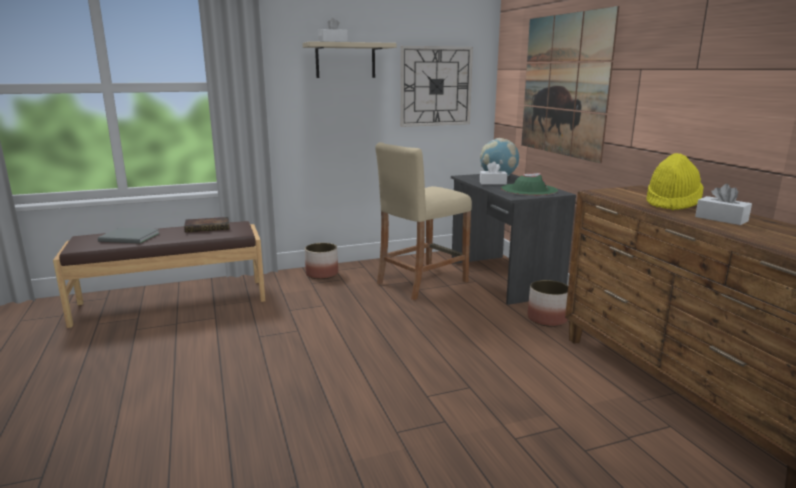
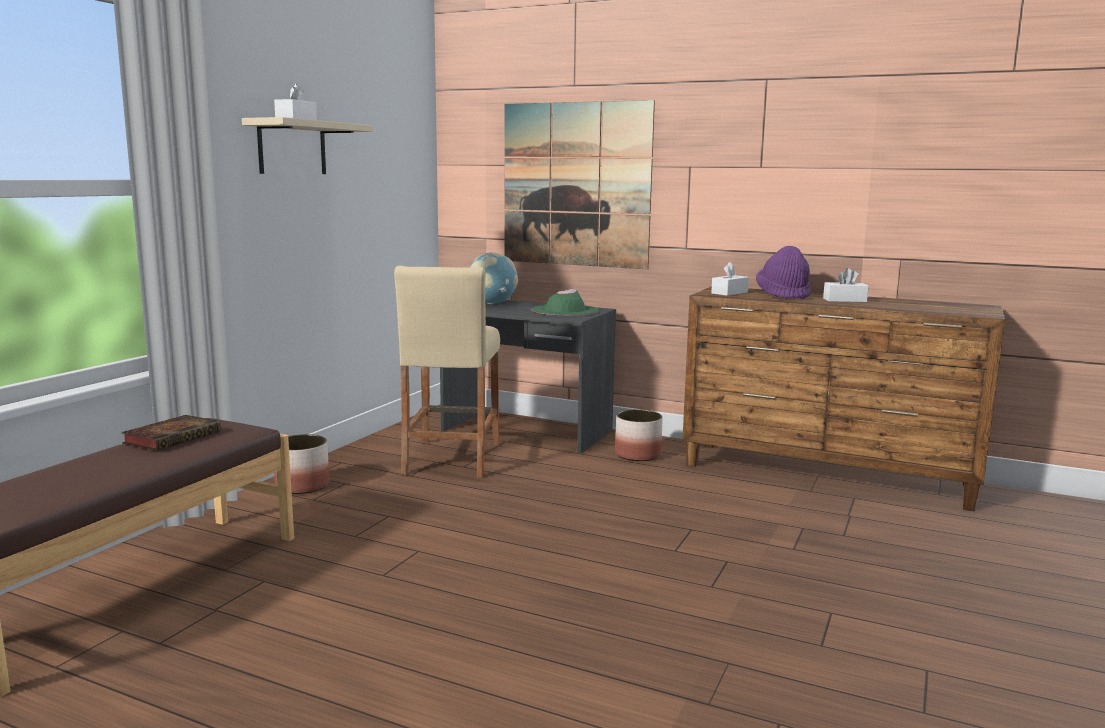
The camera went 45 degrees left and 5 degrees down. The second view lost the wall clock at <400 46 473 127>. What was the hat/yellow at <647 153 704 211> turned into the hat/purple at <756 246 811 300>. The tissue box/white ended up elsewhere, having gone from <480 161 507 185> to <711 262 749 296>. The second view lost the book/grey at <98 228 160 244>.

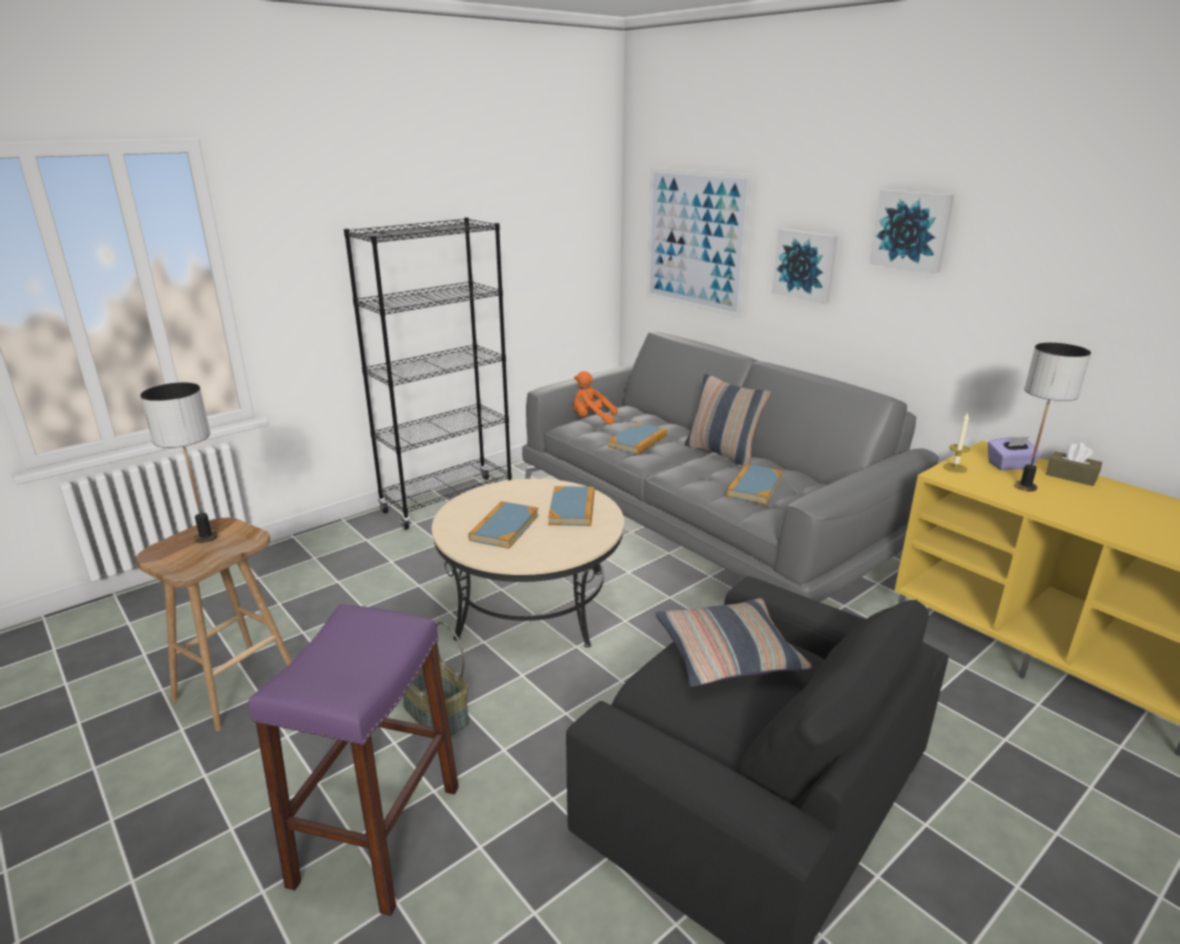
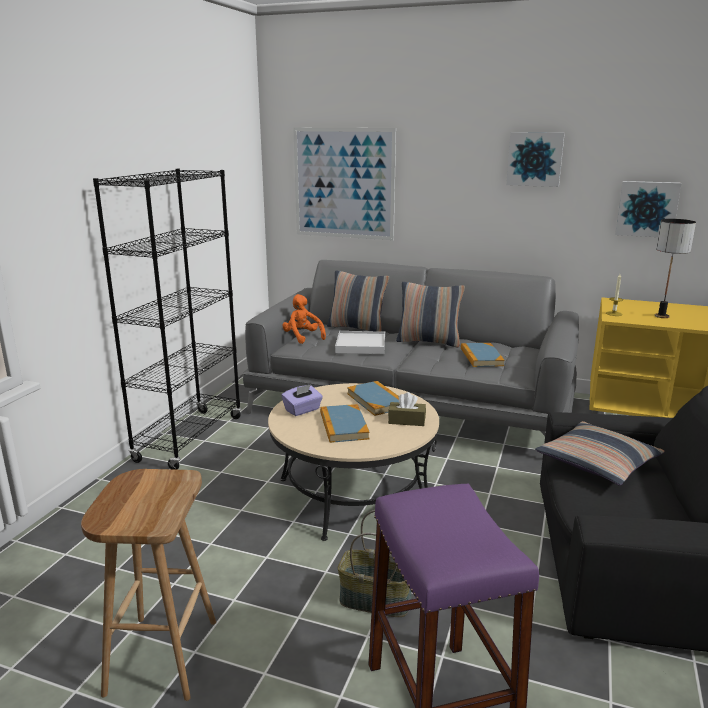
The camera went 30 degrees left and 5 degrees down. The picture ended up elsewhere, having gone from <772 229 838 304> to <615 181 682 237>. The plush toy/orange at <573 371 618 425> ended up facing another way, 75 degrees clockwise from before. The second view lost the table lamp at <140 383 218 543>. Where the book stood at <608 423 667 455>, the tray/white came to stand at <335 331 385 354>. The tissue box/purple ended up elsewhere, having gone from <988 437 1041 470> to <281 384 323 416>. The tissue box/brown ended up elsewhere, having gone from <1046 443 1102 486> to <388 392 426 426>. The second view gained the pillow at <327 270 389 332>.

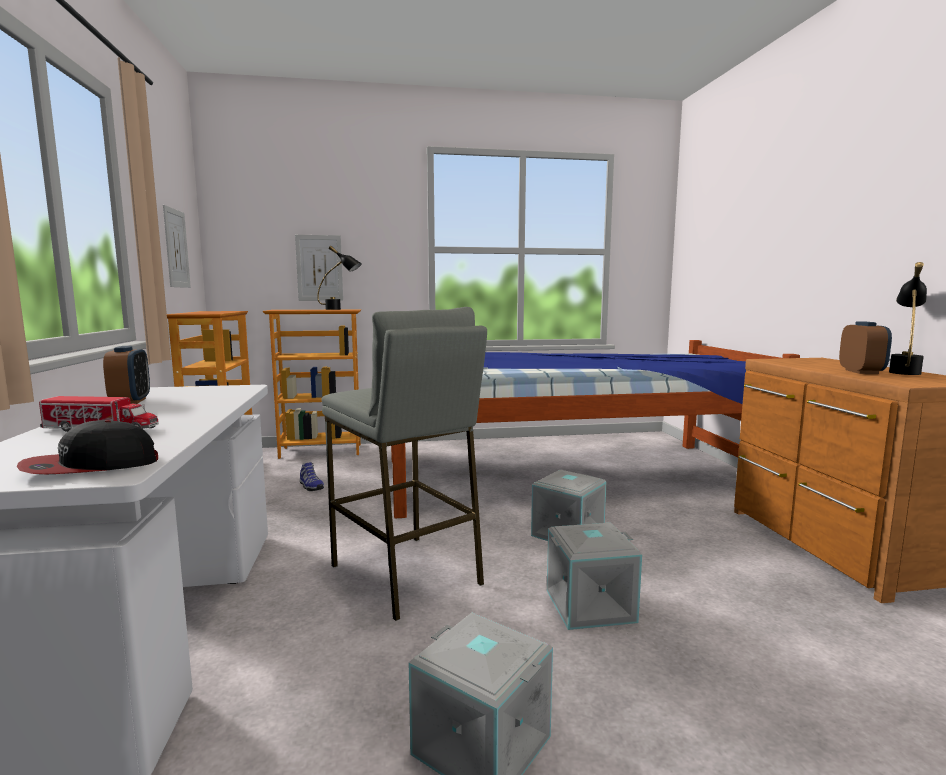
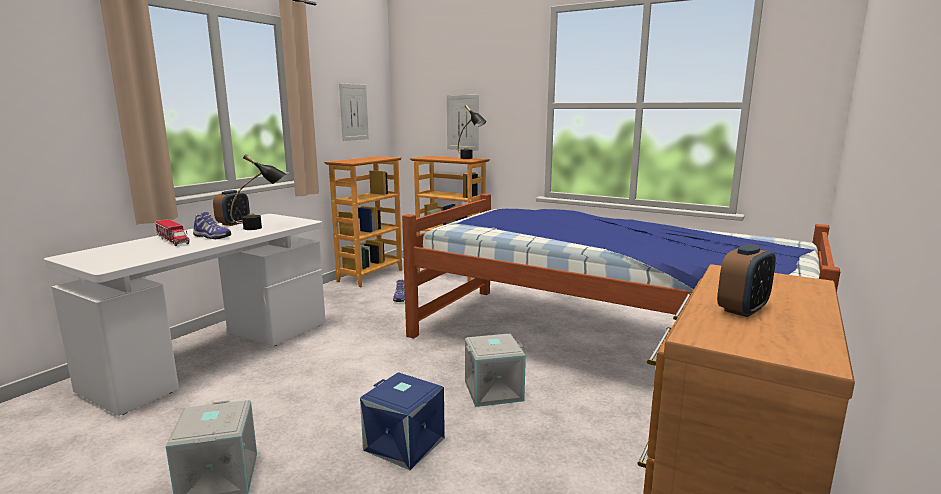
The camera went 40 degrees right and 5 degrees up. The table lamp/black ended up elsewhere, having gone from <889 262 927 375> to <231 154 286 230>. The second view lost the stool/grey at <321 307 487 621>. The second view lost the cap at <17 420 158 474>. What was the storage box/grey at <547 523 642 630> turned into the storage box/blue at <360 372 445 470>. The second view gained the shoe at <193 212 231 239>.

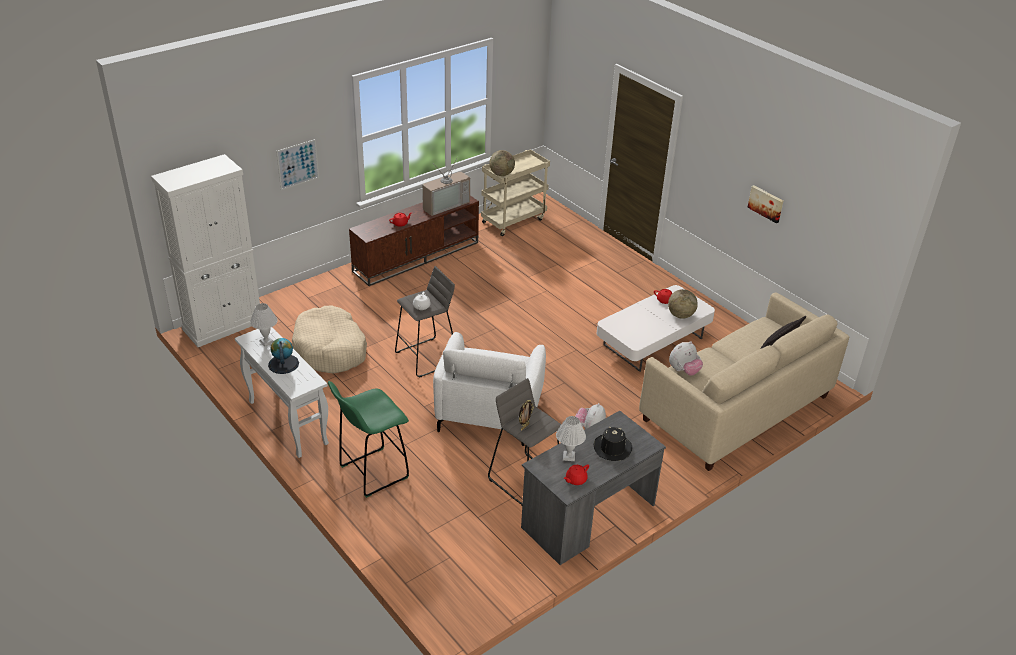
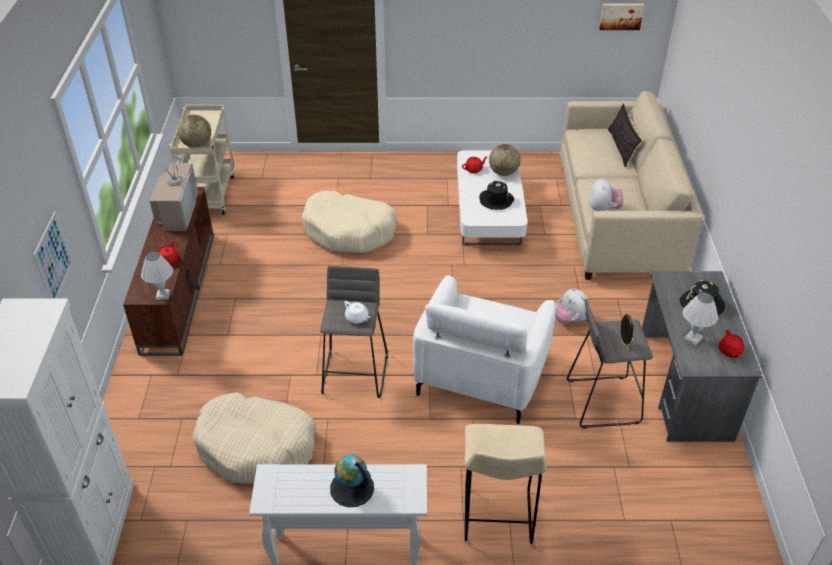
The camera went 50 degrees left and 5 degrees up. The picture ended up elsewhere, having gone from <747 185 784 224> to <599 4 644 30>. The table lamp/white ended up elsewhere, having gone from <250 303 278 346> to <141 252 173 300>. The armchair/white at <433 332 546 446> ended up facing another way, 60 degrees clockwise from before. What was the stool/green at <328 381 409 498> turned into the stool/beige at <464 424 547 545>. The second view gained the hat/black at <479 180 514 210>. The second view gained the dog bed/beige at <302 191 397 253>.

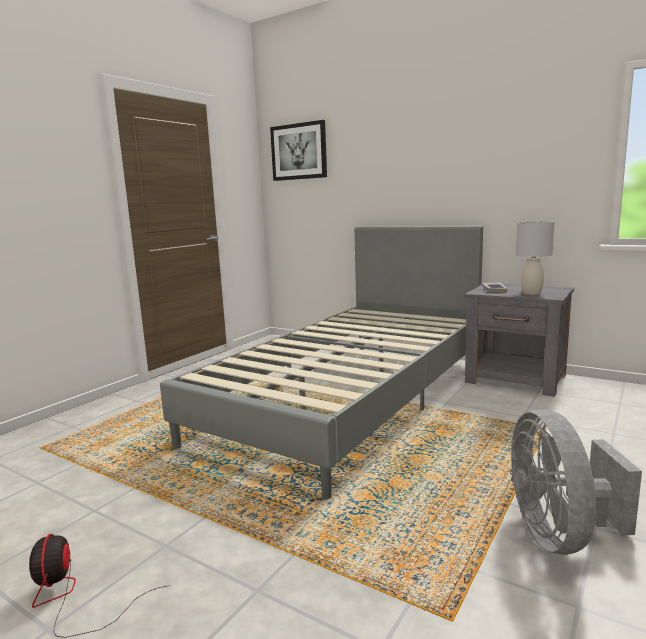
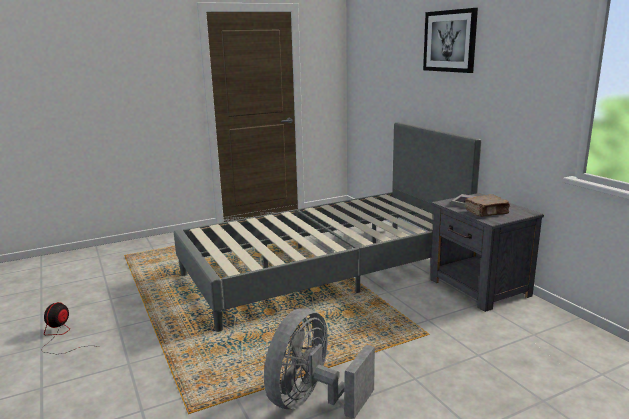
The camera went 30 degrees right and 5 degrees up. The picture ended up elsewhere, having gone from <270 120 327 181> to <423 8 478 73>. Where the table lamp/grey stood at <516 221 554 295>, the book/brown came to stand at <465 194 510 217>.

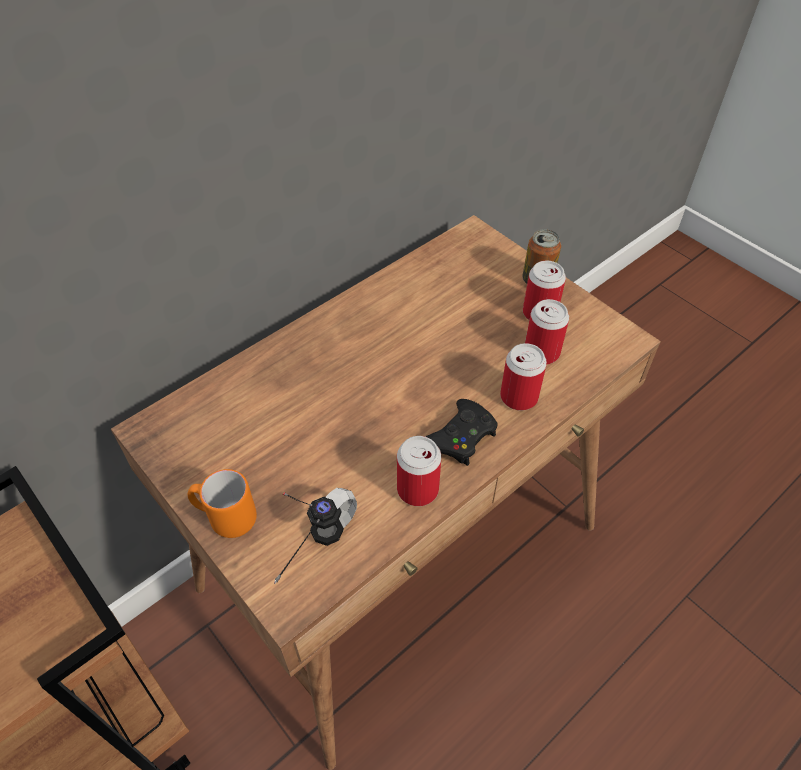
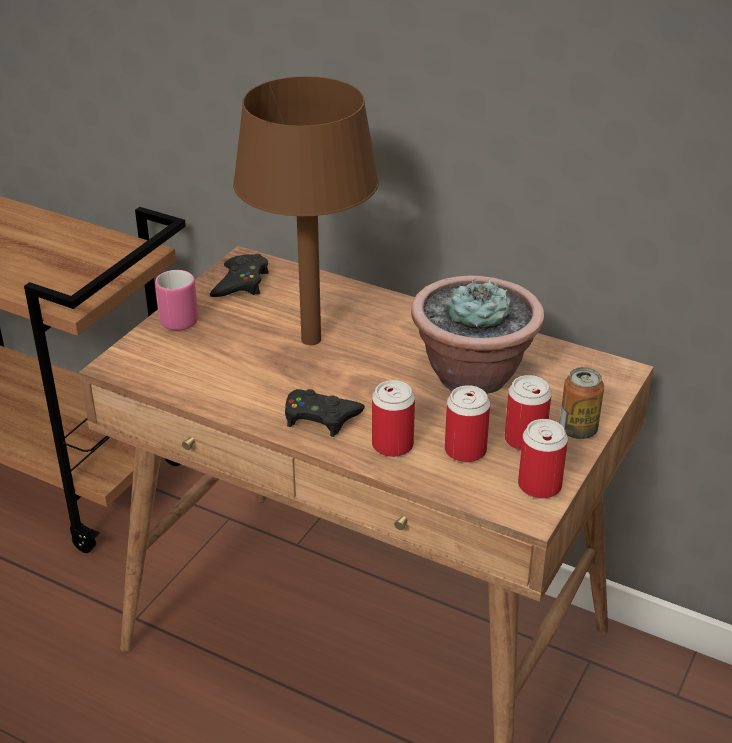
The camera went 70 degrees right and 15 degrees down. The can ended up elsewhere, having gone from <397 436 441 506> to <518 419 568 499>. What was the mug/orange at <188 469 257 538> turned into the mug/pink at <155 270 198 331>. The second view lost the headphones at <274 488 357 584>. The second view gained the table lamp/brown at <233 76 379 345>. The second view gained the game controller/black at <210 254 269 297>. The second view gained the potted plant at <411 276 544 394>.

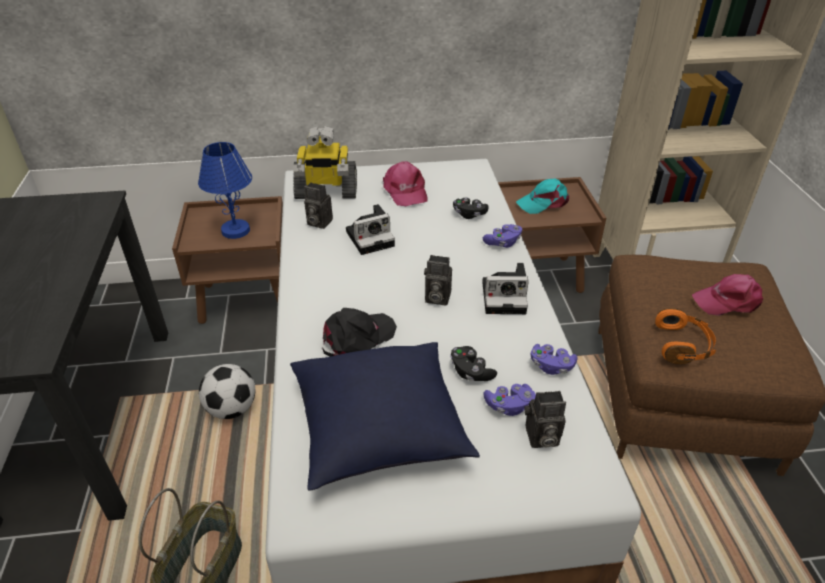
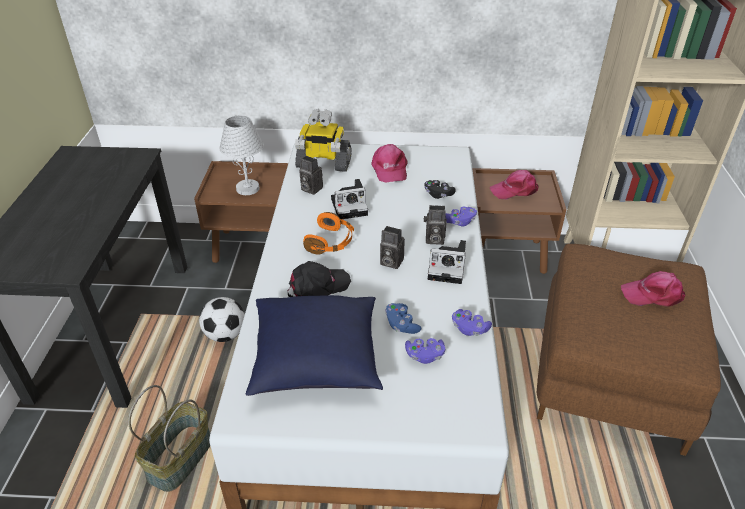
The camera went 10 degrees right and 0 degrees up. What was the table lamp/blue at <198 142 252 239> turned into the table lamp/white at <219 115 264 195>. What was the cap/turquoise at <516 178 569 214> turned into the cap/pink at <490 170 539 199>. The headphones/orange ended up elsewhere, having gone from <655 308 716 364> to <303 212 354 254>. What was the game controller/black at <450 346 497 381> turned into the game controller/blue at <386 303 422 334>. The photo camera ended up elsewhere, having gone from <524 391 566 448> to <424 205 447 245>.

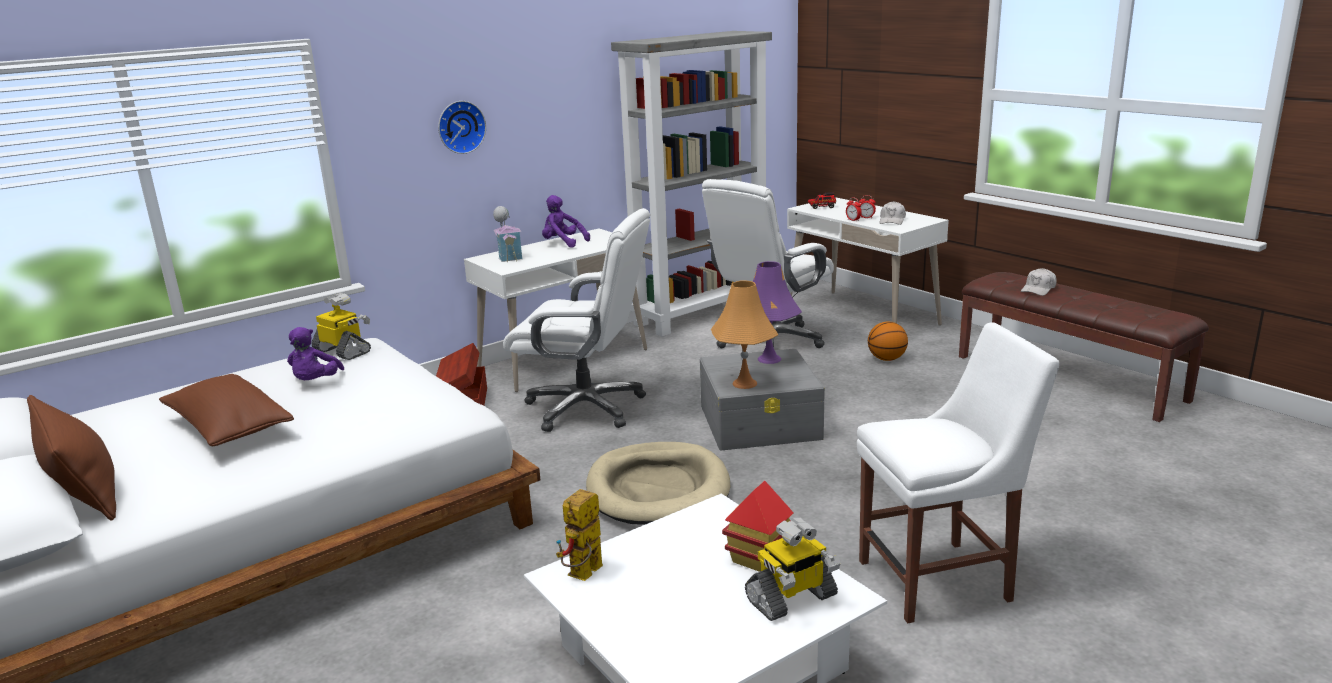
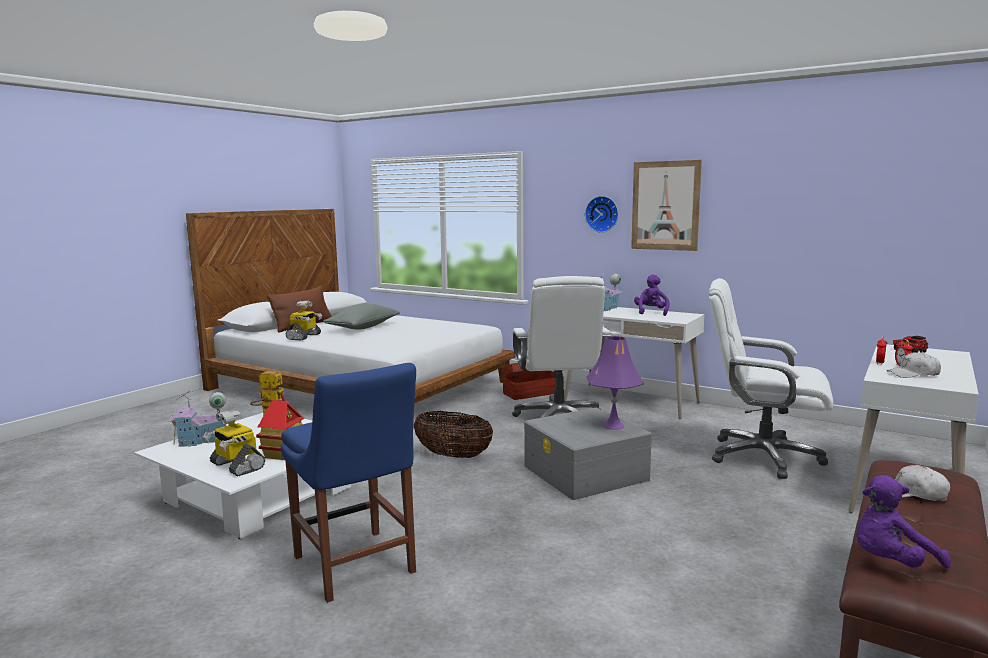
The camera went 70 degrees right and 10 degrees down. The second view lost the bookcase/grey at <611 31 772 337>. The second view lost the table lamp/orange at <711 281 778 389>. The toy robot ended up elsewhere, having gone from <312 293 371 360> to <286 301 322 340>. What was the chair/white at <857 322 1060 623> turned into the chair/blue at <281 363 416 603>. The second view lost the basketball at <868 322 908 361>. The plush toy/purple ended up elsewhere, having gone from <287 327 344 380> to <856 475 951 569>. What was the pillow/brown at <159 374 294 446> turned into the pillow/grey at <323 303 400 330>. Where the dog bed/beige stood at <586 442 730 525>, the basket came to stand at <413 411 493 458>. The second view gained the picture at <631 160 702 251>. The second view gained the toy house at <168 391 226 447>.

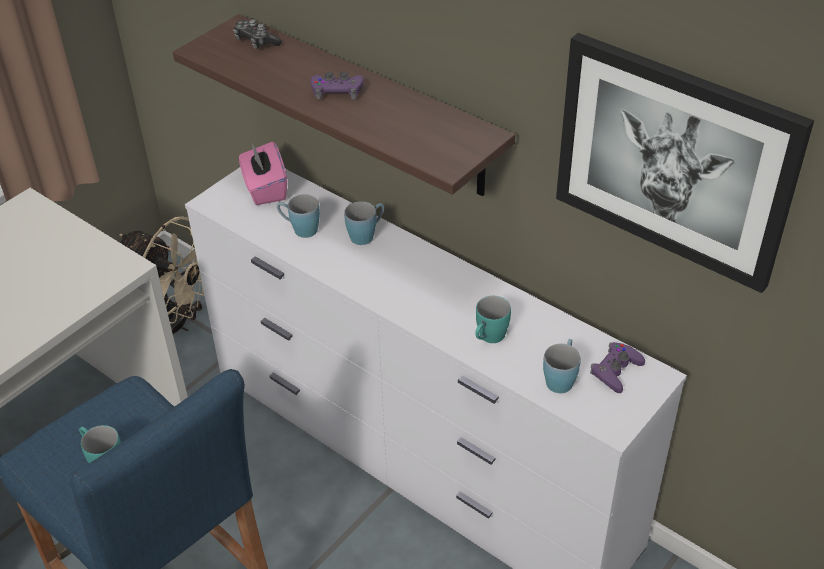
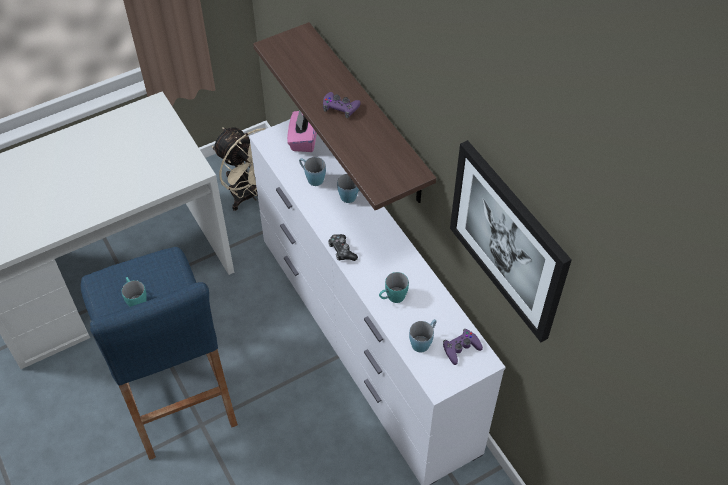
The camera went 20 degrees right and 10 degrees up. The game controller ended up elsewhere, having gone from <233 19 282 49> to <328 234 358 261>.

